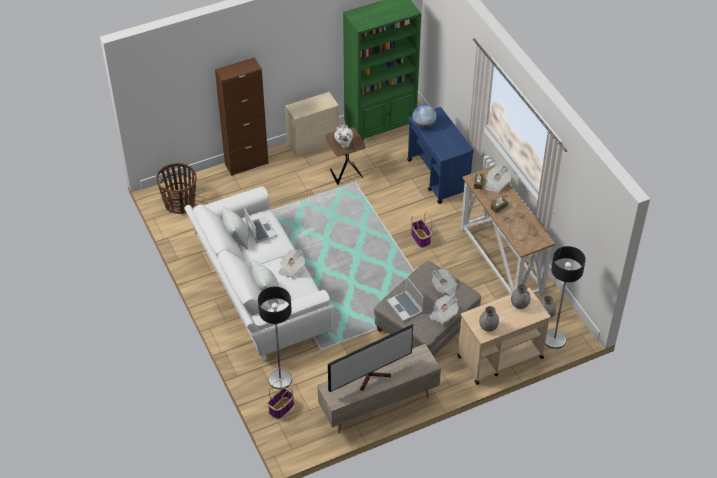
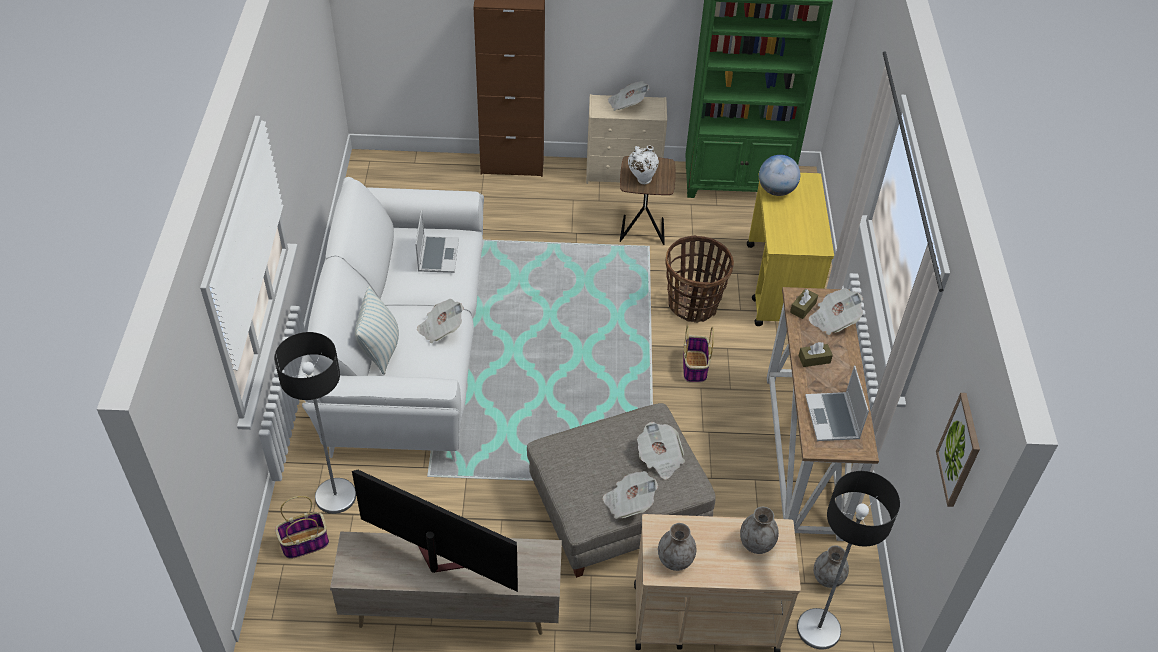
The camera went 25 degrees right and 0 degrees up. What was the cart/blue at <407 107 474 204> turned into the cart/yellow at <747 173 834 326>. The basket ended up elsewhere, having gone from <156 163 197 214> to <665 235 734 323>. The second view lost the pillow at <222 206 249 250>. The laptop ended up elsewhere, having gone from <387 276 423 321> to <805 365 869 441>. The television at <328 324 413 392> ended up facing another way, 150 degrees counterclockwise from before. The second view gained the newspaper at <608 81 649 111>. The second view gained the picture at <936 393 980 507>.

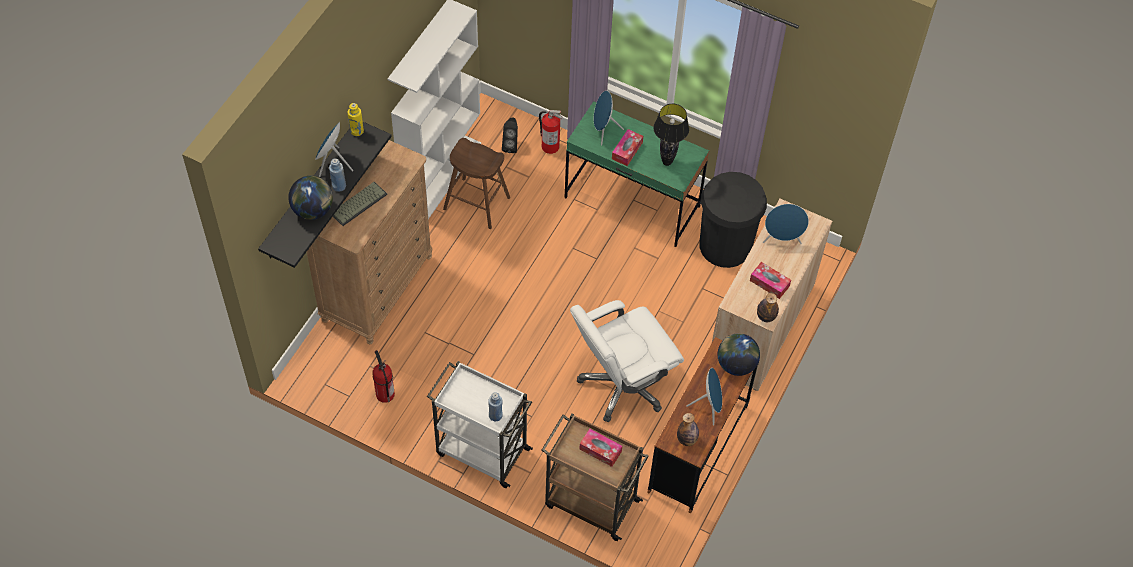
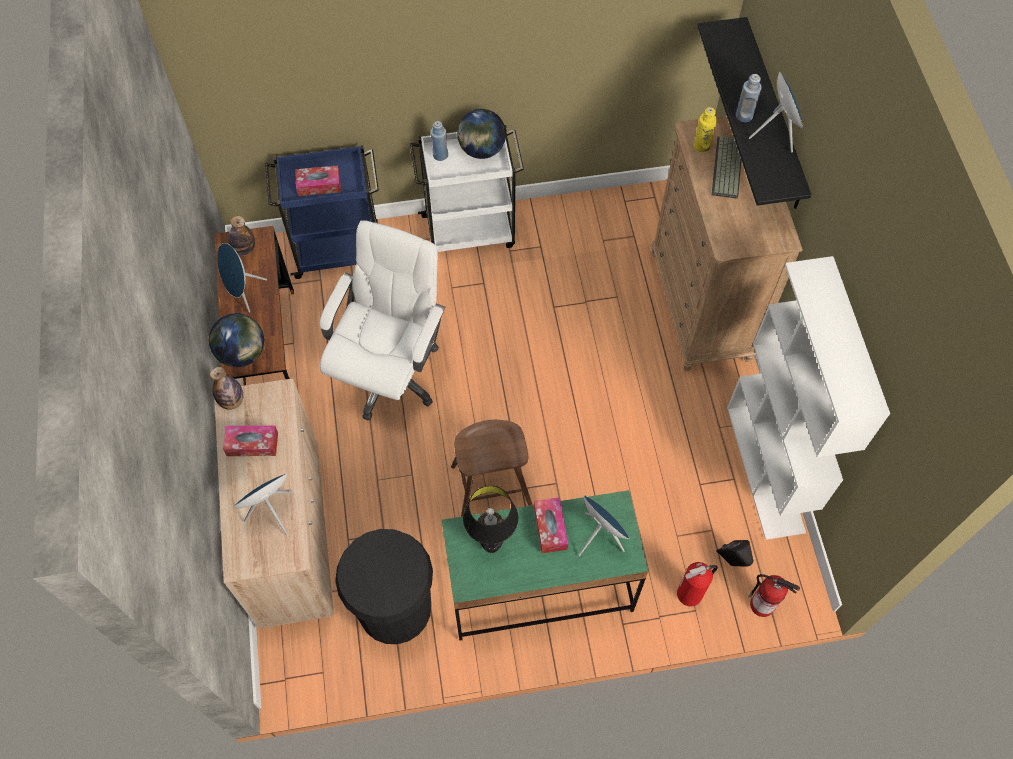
The camera went 145 degrees right and 5 degrees up. The bottle/yellow ended up elsewhere, having gone from <348 103 364 136> to <694 107 717 152>. The stool/brown ended up elsewhere, having gone from <443 138 510 229> to <451 420 532 517>. The globe ended up elsewhere, having gone from <288 176 333 220> to <457 109 506 159>. The fire extinguisher ended up elsewhere, having gone from <373 350 395 403> to <749 574 800 617>. What was the cart/brown at <542 413 649 541> turned into the cart/blue at <265 145 379 279>.

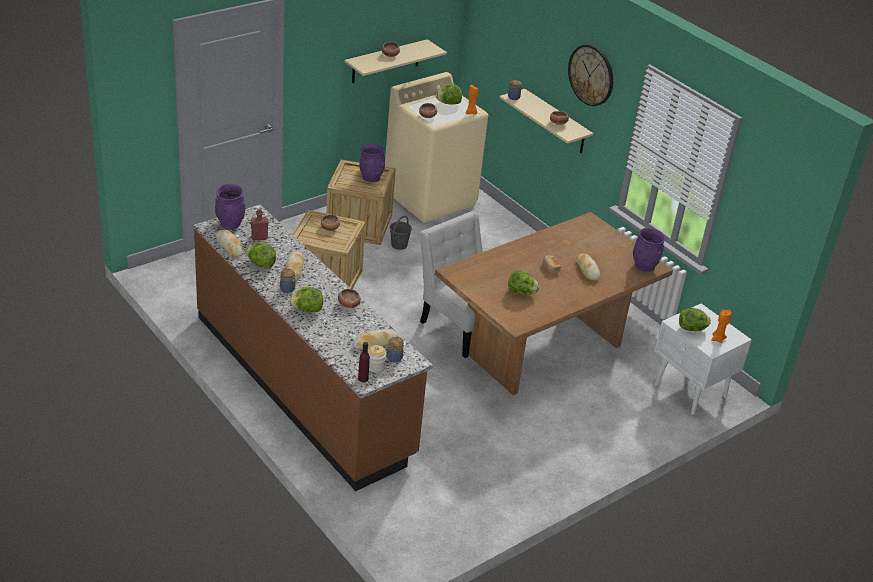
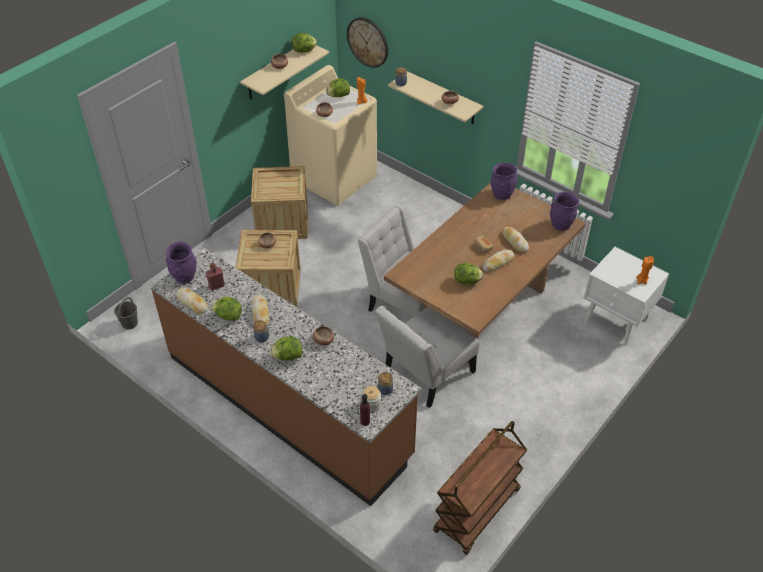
The camera went 10 degrees left and 10 degrees up. The wall clock ended up elsewhere, having gone from <568 44 613 106> to <347 17 388 68>. The vase/purple ended up elsewhere, having gone from <359 144 385 183> to <491 163 518 200>. The bucket/grey ended up elsewhere, having gone from <390 216 412 250> to <114 297 138 329>. The lettuce ended up elsewhere, having gone from <679 308 711 331> to <292 33 317 53>. The bread ended up elsewhere, having gone from <353 329 398 350> to <482 249 514 272>. The second view gained the chair/white at <375 306 479 408>. The second view gained the cart/brown at <433 421 527 555>.

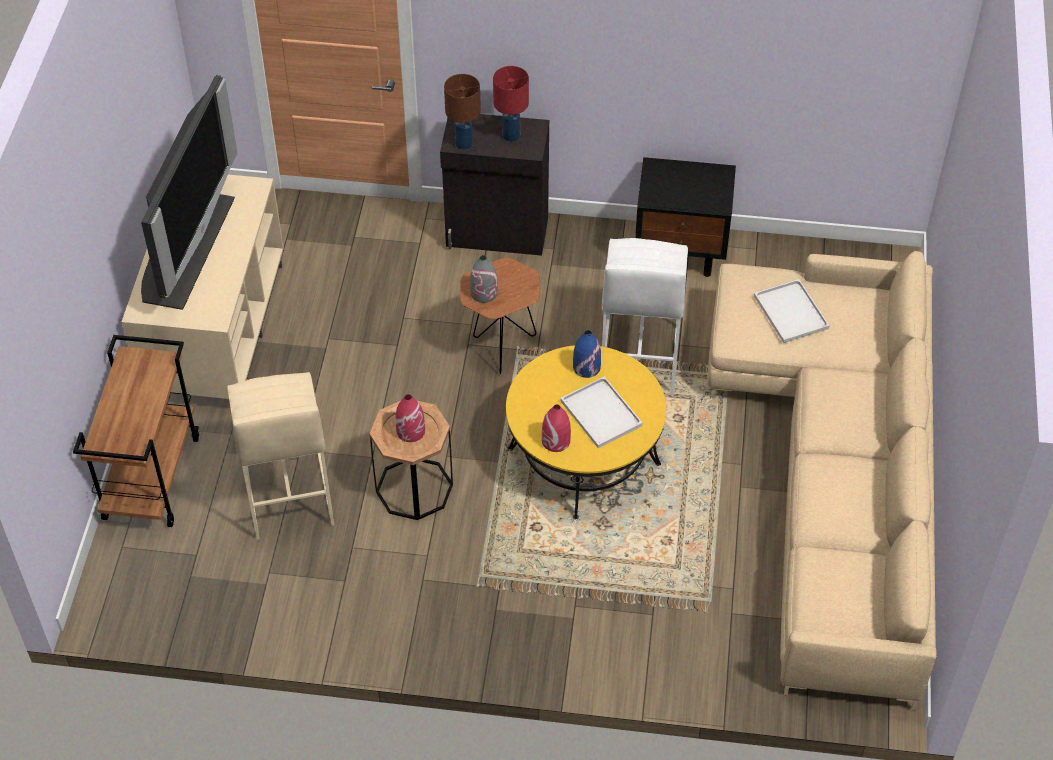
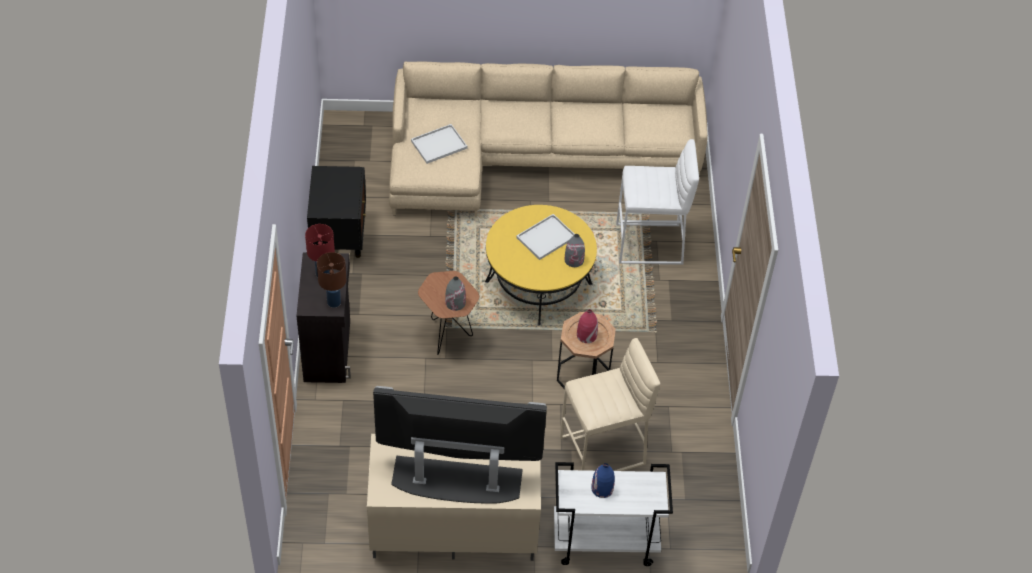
The camera went 100 degrees left and 0 degrees up. The stool/white ended up elsewhere, having gone from <602 238 688 394> to <616 139 699 265>. The vase/blue ended up elsewhere, having gone from <573 330 601 378> to <591 463 615 498>. What was the cart/brown at <73 335 199 527> turned into the cart/white at <554 462 673 566>. What was the vase/red at <542 404 571 452> turned into the vase/grey at <565 234 585 267>.

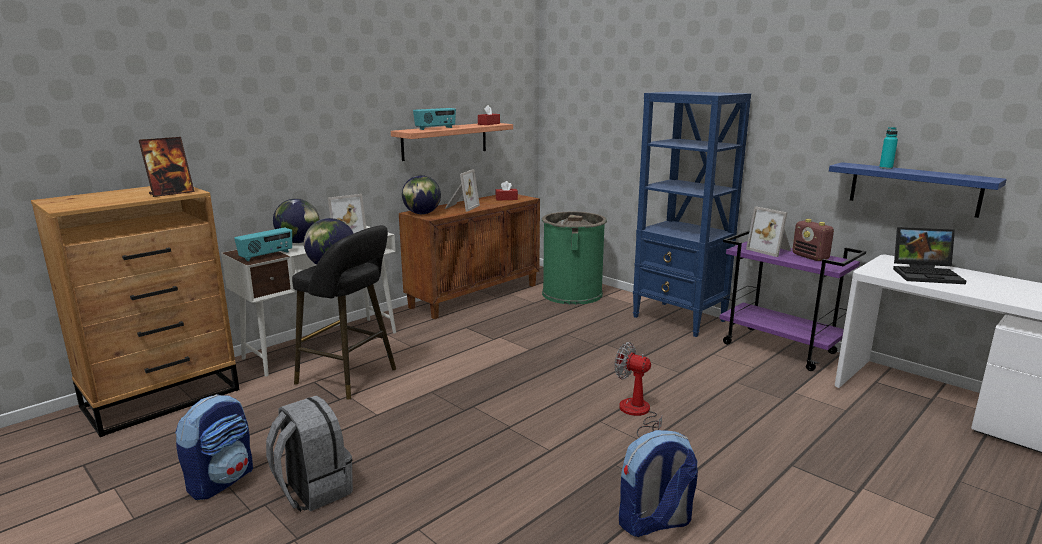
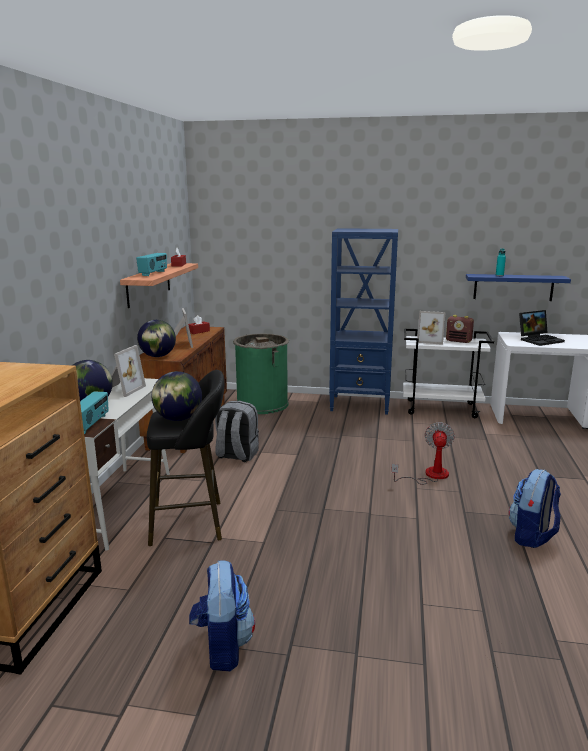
The camera went 35 degrees left and 0 degrees up. The second view lost the picture frame at <139 137 195 197>. What was the cart/purple at <719 230 866 371> turned into the cart/white at <403 329 494 418>. The fan at <615 342 662 438> ended up facing another way, 105 degrees clockwise from before. The backpack/grey ended up elsewhere, having gone from <266 395 353 512> to <215 401 259 462>.

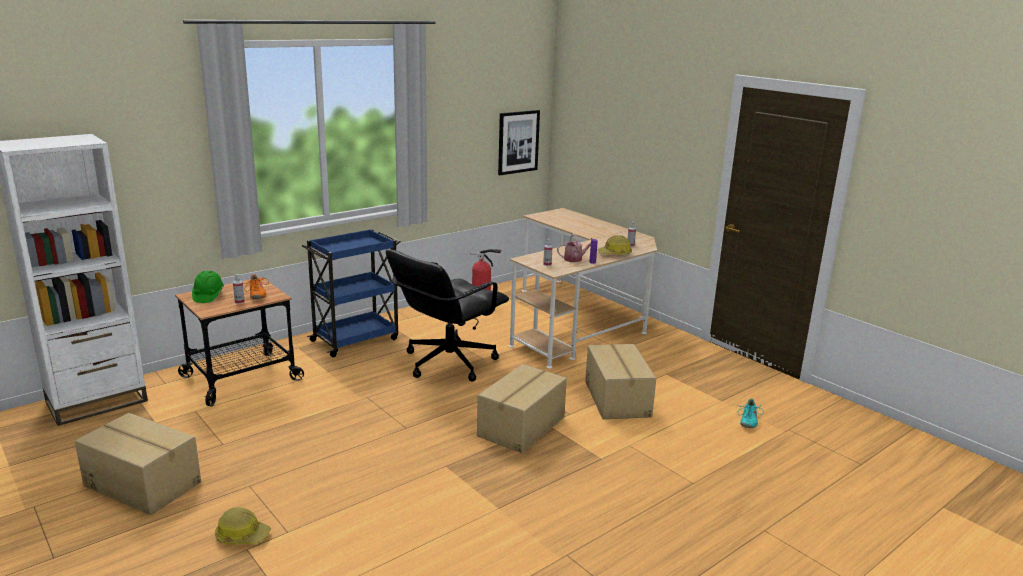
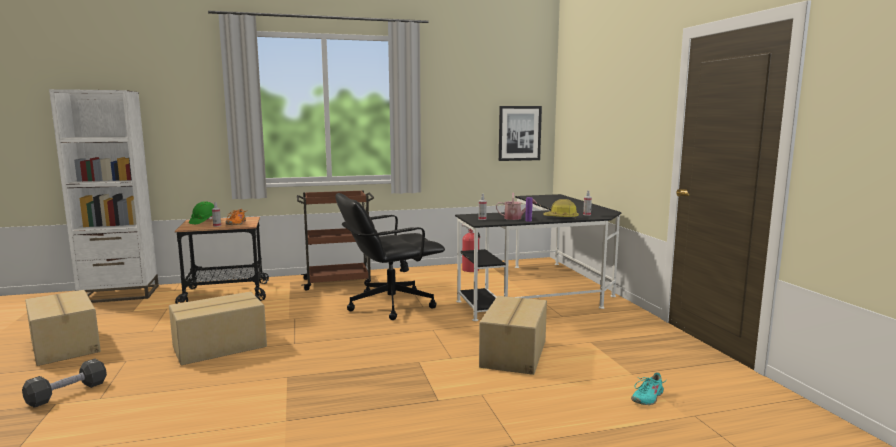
The camera went 25 degrees right and 10 degrees down. What was the desk/beige at <509 208 657 369> turned into the desk/black at <455 194 622 321>. What was the cart/blue at <302 229 401 357> turned into the cart/brown at <297 190 374 291>. The cardboard box ended up elsewhere, having gone from <477 364 567 453> to <169 292 267 365>. Where the hard hat stood at <215 507 271 545>, the dumbbell/black came to stand at <22 359 107 408>.

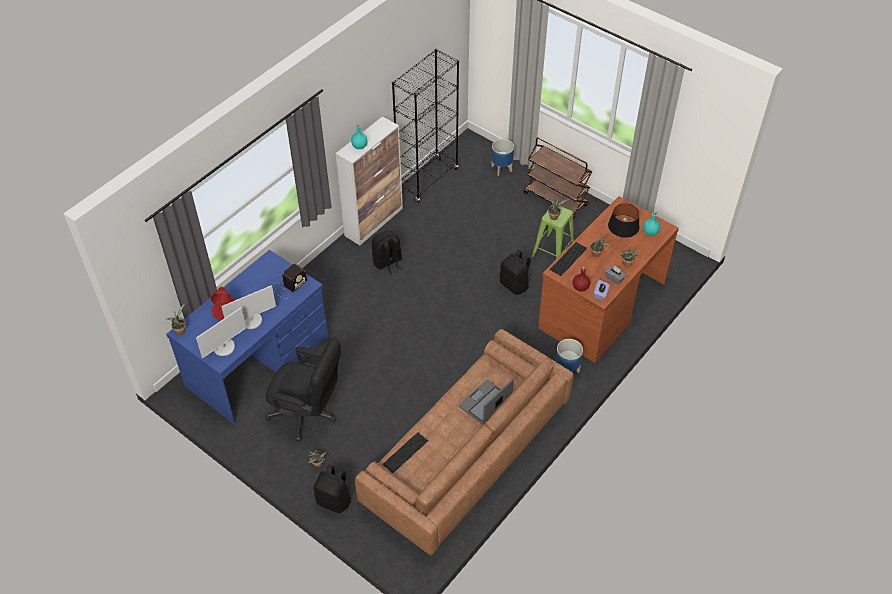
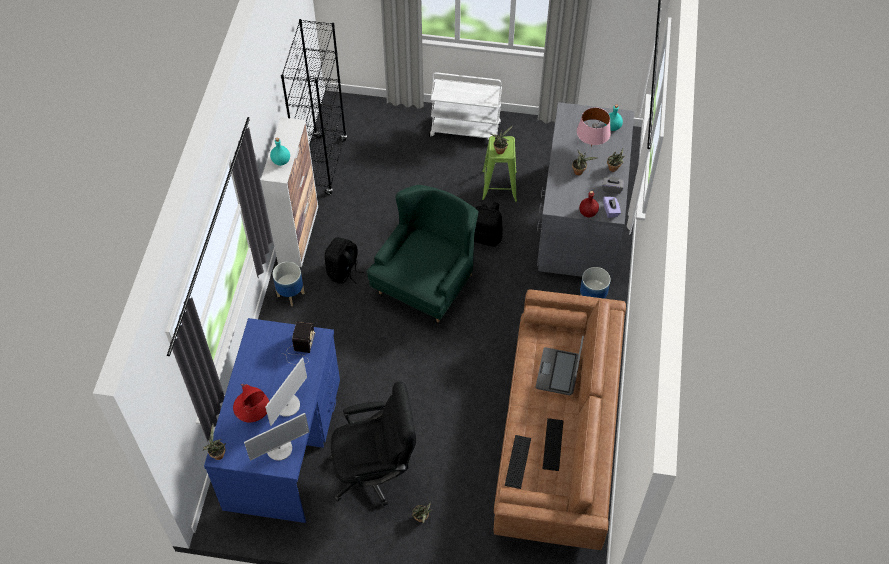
The camera went 30 degrees left and 5 degrees up. What was the cart/brown at <524 137 592 219> turned into the cart/white at <429 72 502 140>. The planter ended up elsewhere, having gone from <491 139 514 176> to <273 262 305 306>. What was the desk/brown at <539 196 679 363> turned into the desk/grey at <537 102 634 280>. What was the table lamp/black at <608 204 640 240> turned into the table lamp/pink at <577 107 611 147>. The keyboard ended up elsewhere, having gone from <550 242 587 276> to <543 418 563 471>. The monitor at <196 307 246 358> ended up facing another way, 45 degrees clockwise from before. The second view lost the backpack/black at <313 465 351 513>. The second view gained the armchair/green at <367 185 479 322>.

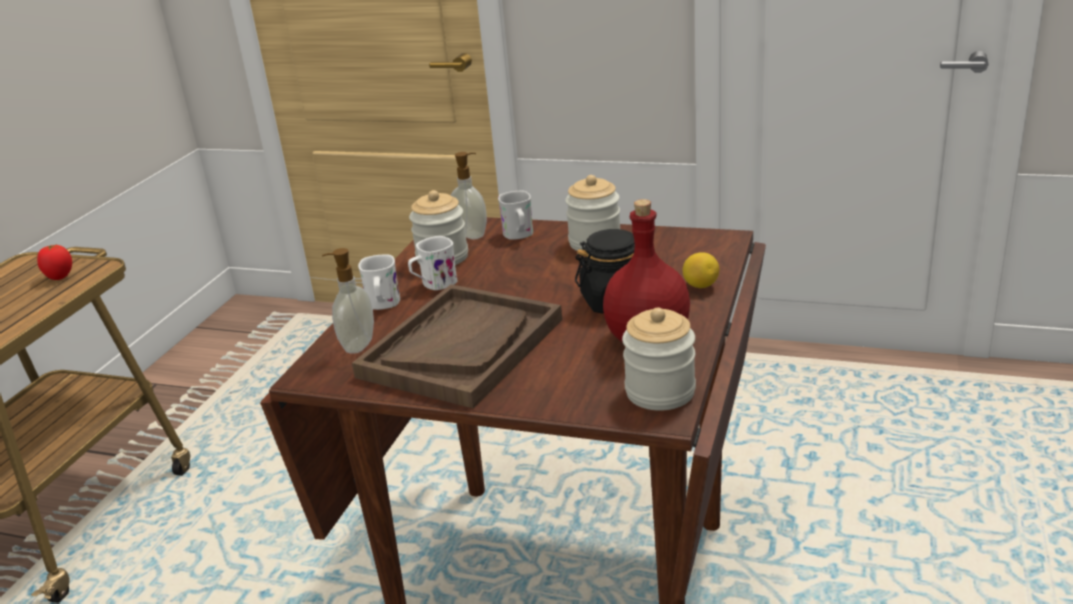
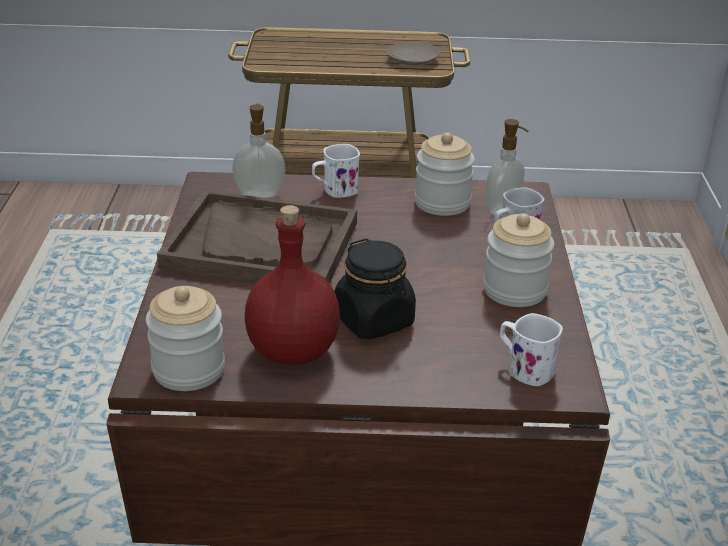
The camera went 70 degrees right and 5 degrees up. The mug/white ended up elsewhere, having gone from <408 236 458 290> to <500 313 563 386>. Where the tomato stood at <37 244 72 280>, the plate/beige came to stand at <387 42 440 65>. The second view lost the lemon at <683 252 719 288>.

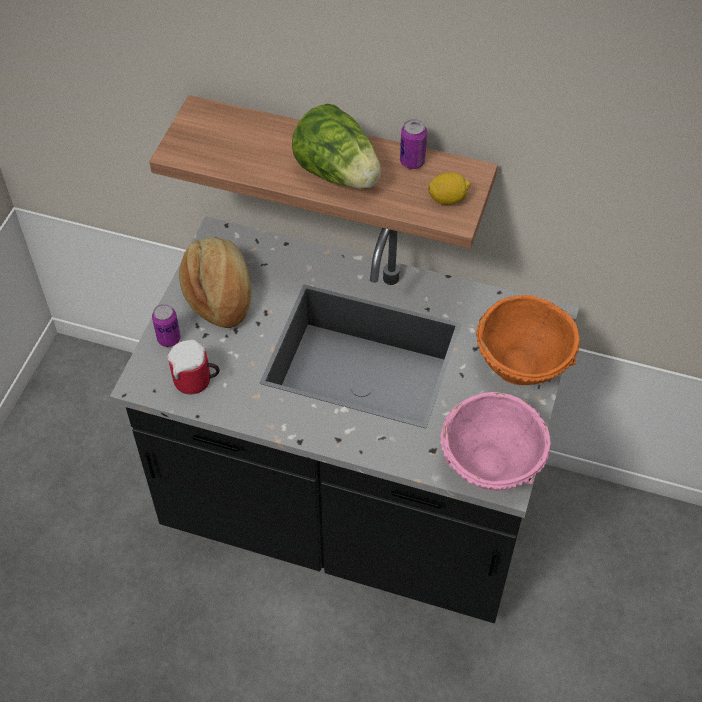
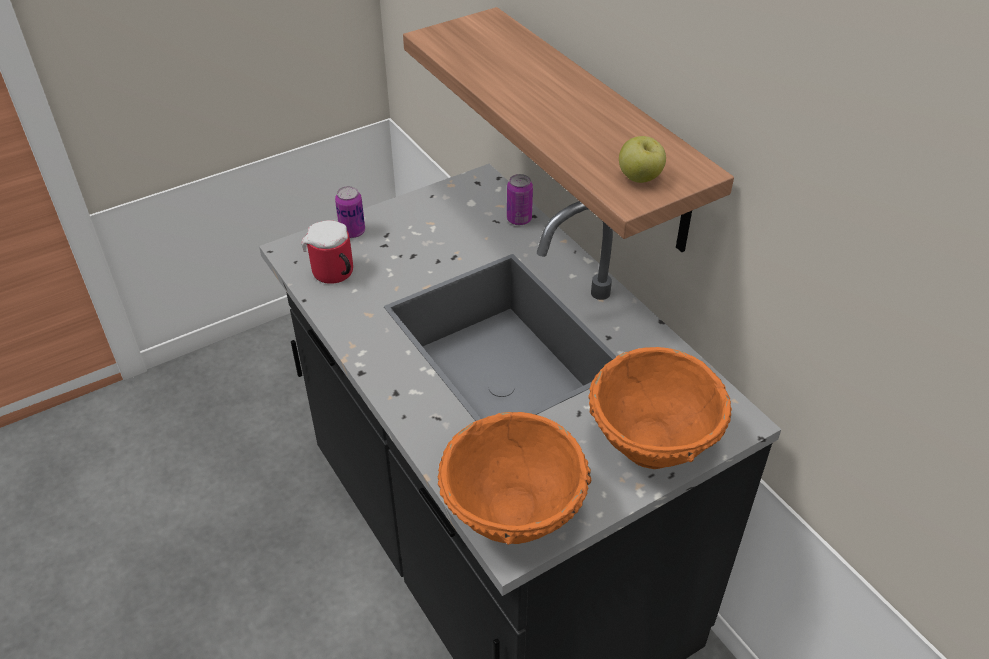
The camera went 40 degrees right and 10 degrees down. The second view lost the lettuce at <292 104 381 189>. The can ended up elsewhere, having gone from <400 119 427 169> to <507 174 533 225>. Where the lemon stood at <428 172 471 205>, the apple came to stand at <619 136 666 183>. The second view lost the bread at <179 237 252 328>. What was the bowl/pink at <440 392 551 491> turned into the bowl/orange at <438 412 591 545>.

